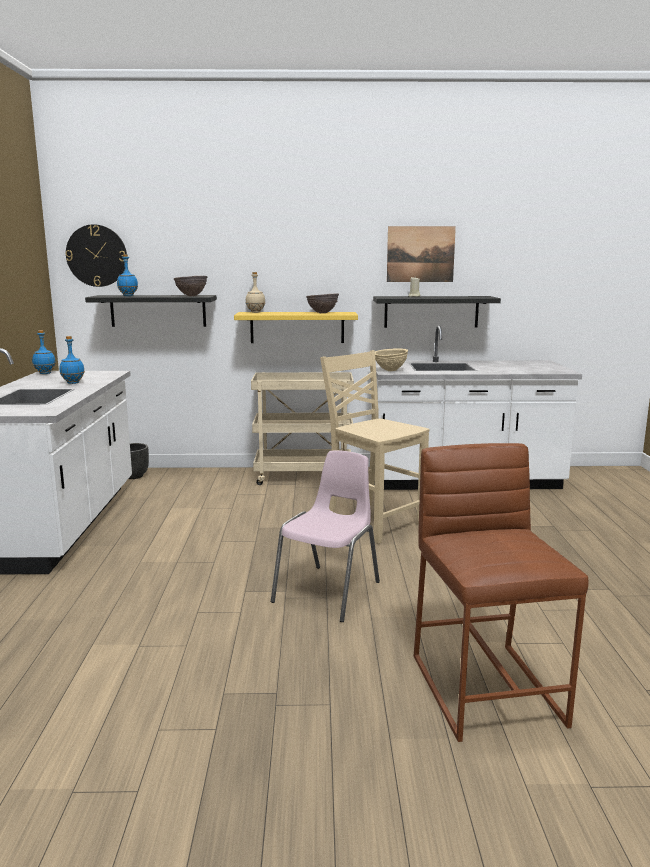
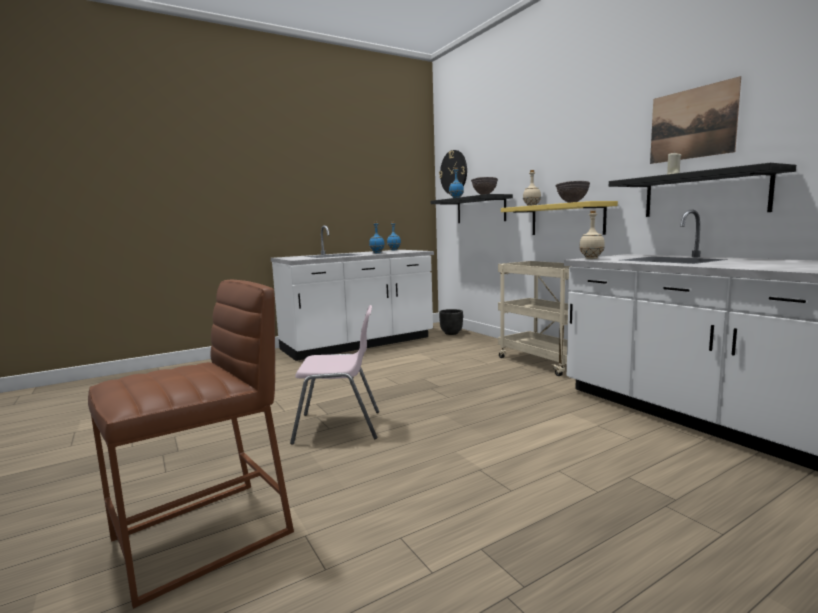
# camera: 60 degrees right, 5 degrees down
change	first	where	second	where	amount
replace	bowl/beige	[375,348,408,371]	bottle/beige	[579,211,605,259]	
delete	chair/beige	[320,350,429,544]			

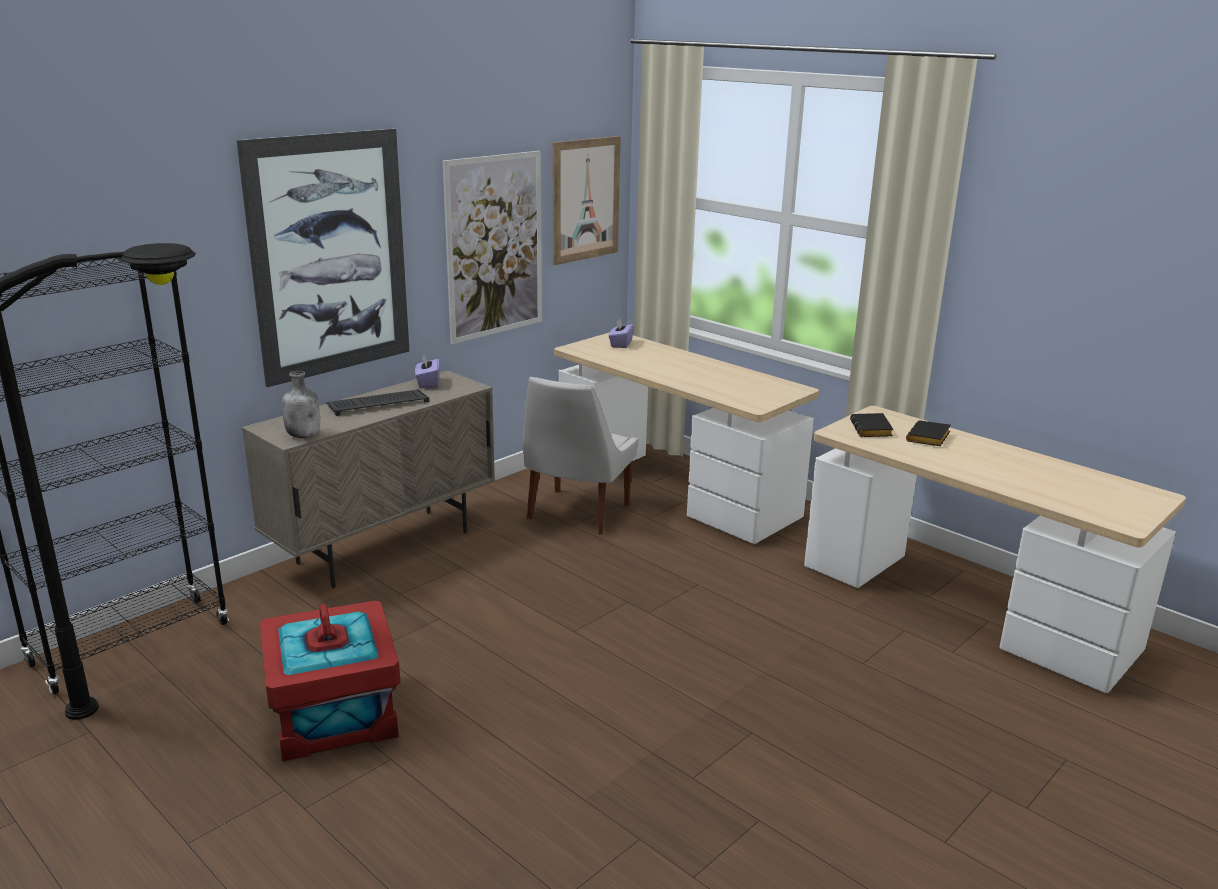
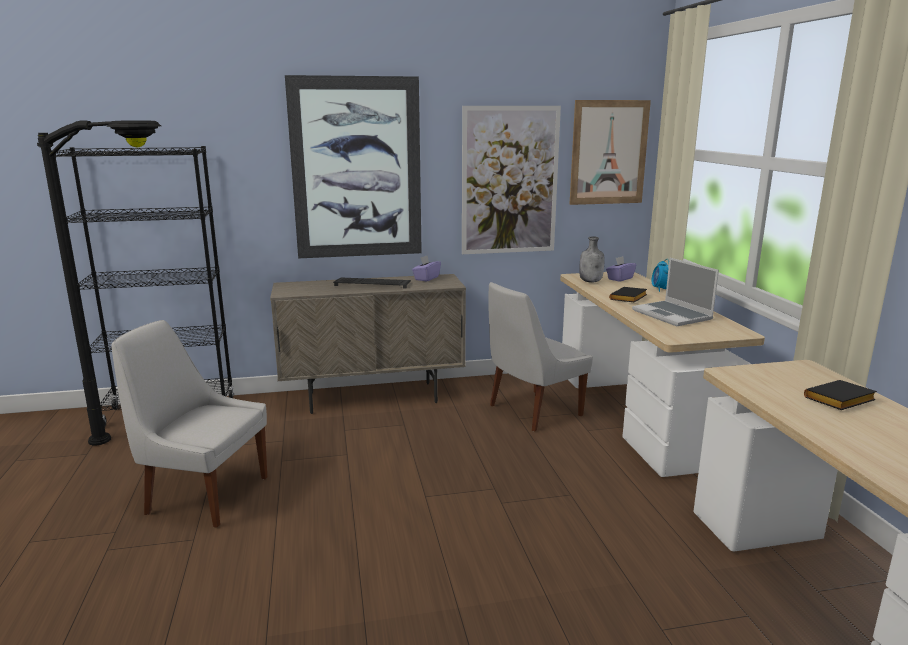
# camera: 35 degrees right, 5 degrees down
change	first	where	second	where	amount
move	bottle/grey	[282,371,320,438]		[579,237,605,283]	
move	book/black	[850,413,893,437]		[609,287,647,303]	
replace	storage box/red	[260,600,400,762]	chair/white	[111,320,267,528]	
insert			laptop	[632,258,719,326]	
insert			alarm clock	[652,259,669,292]	

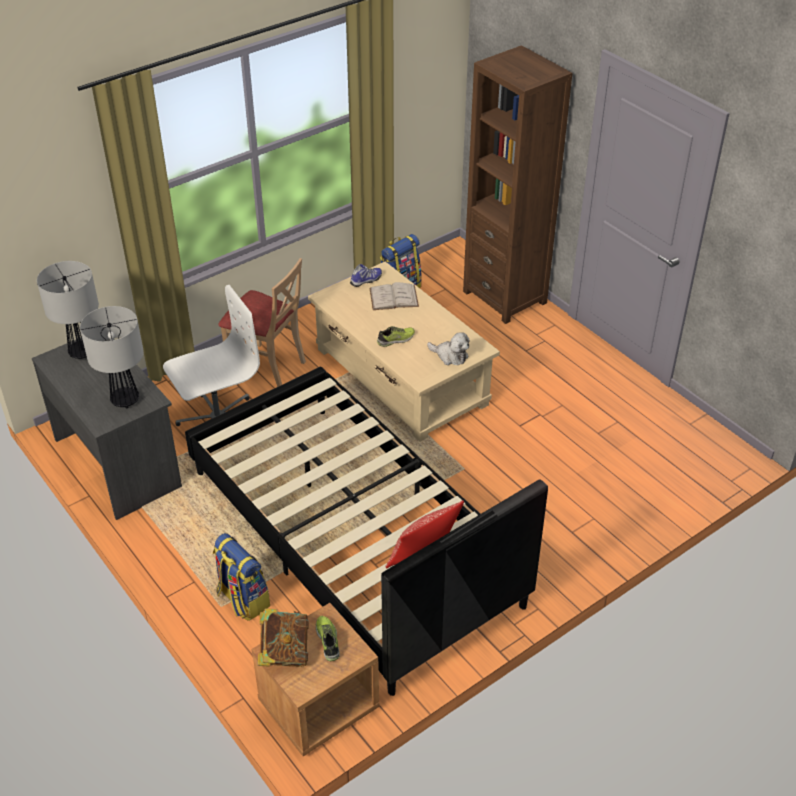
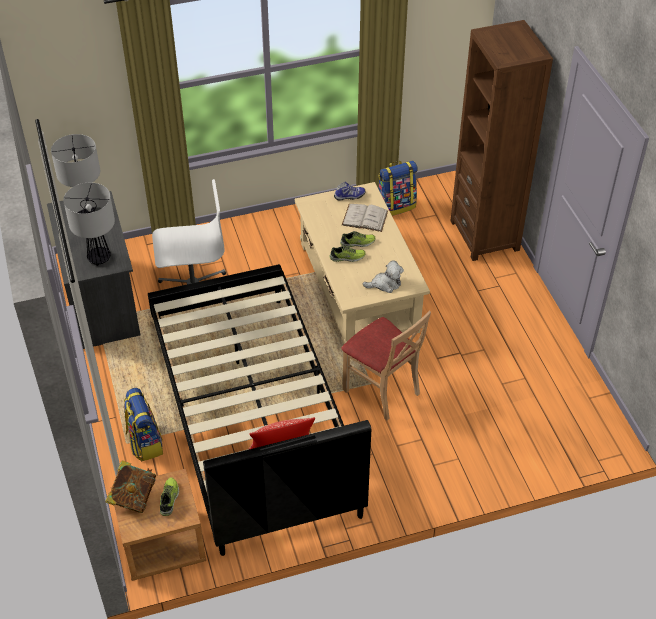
# camera: 20 degrees right, 5 degrees up
change	first	where	second	where	amount
move	chair/beige	[218,258,306,387]		[341,311,431,420]	
rotate	plush toy	[427,332,470,365]		[363,260,404,293]	60 degrees counterclockwise
insert			shoe	[340,231,375,247]	

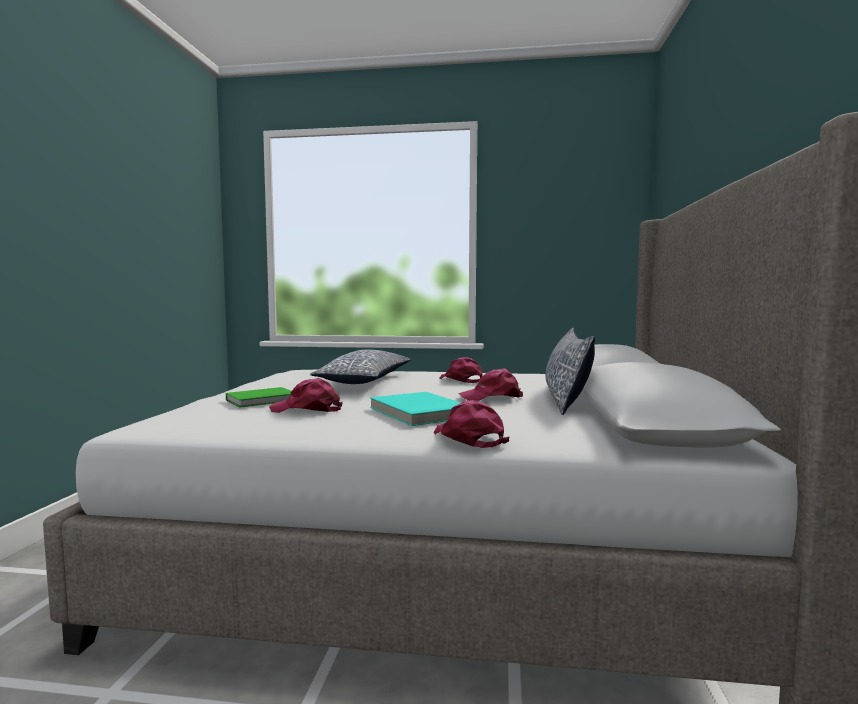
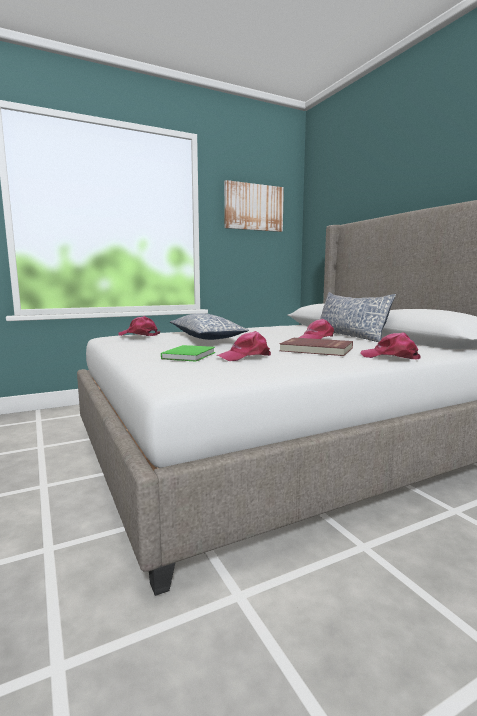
# camera: 35 degrees left, 5 degrees up
change	first	where	second	where	amount
move	cap/pink	[440,357,483,383]		[119,316,160,336]	
recolor	book/turquoise	[370,392,461,426]	book/red	[279,338,353,356]	
insert			picture	[224,180,284,232]	

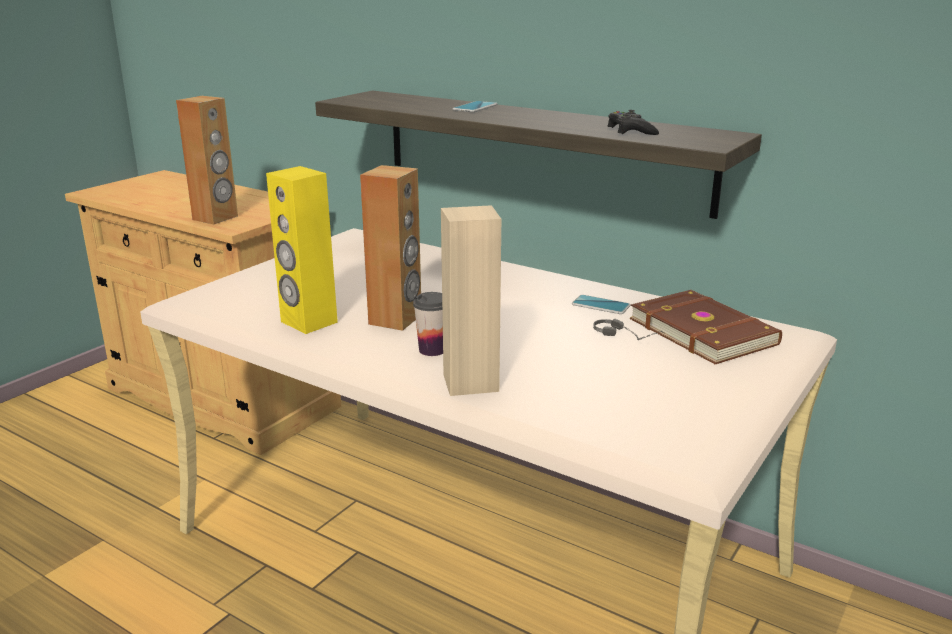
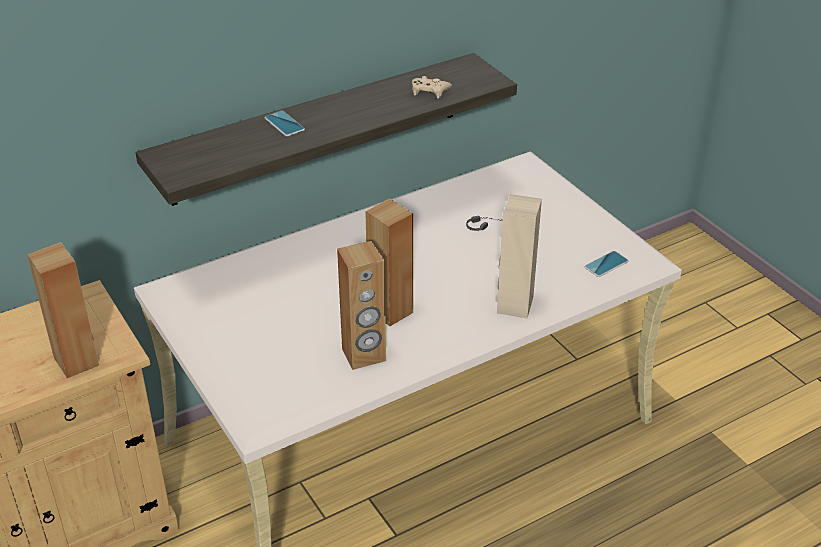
# camera: 65 degrees left, 15 degrees up
change	first	where	second	where	amount
recolor	game controller/black	[608,110,659,135]	game controller/beige	[412,76,452,99]	
recolor	speaker/yellow	[266,166,338,334]	speaker/brown	[337,241,386,370]	
delete	book/brown	[629,290,782,364]			
delete	cup	[413,292,443,356]			
move	phone	[572,295,630,314]		[584,251,629,277]	

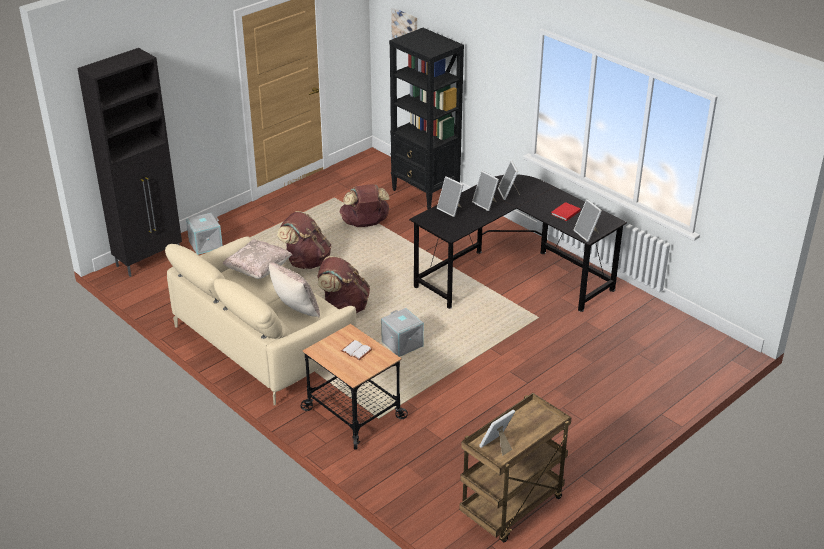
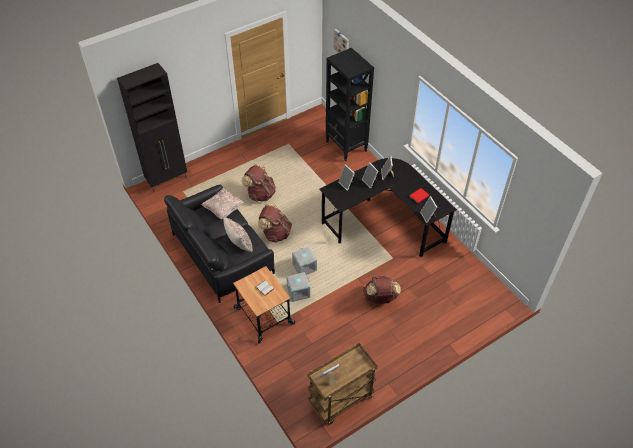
# camera: 10 degrees right, 15 degrees up
change	first	where	second	where	amount
move	backpack/brown	[340,184,390,227]		[363,276,401,304]	
move	storage box/grey	[186,213,223,255]		[286,272,310,302]	
recolor	sofa/beige	[165,236,356,405]	sofa/black	[164,185,275,303]	

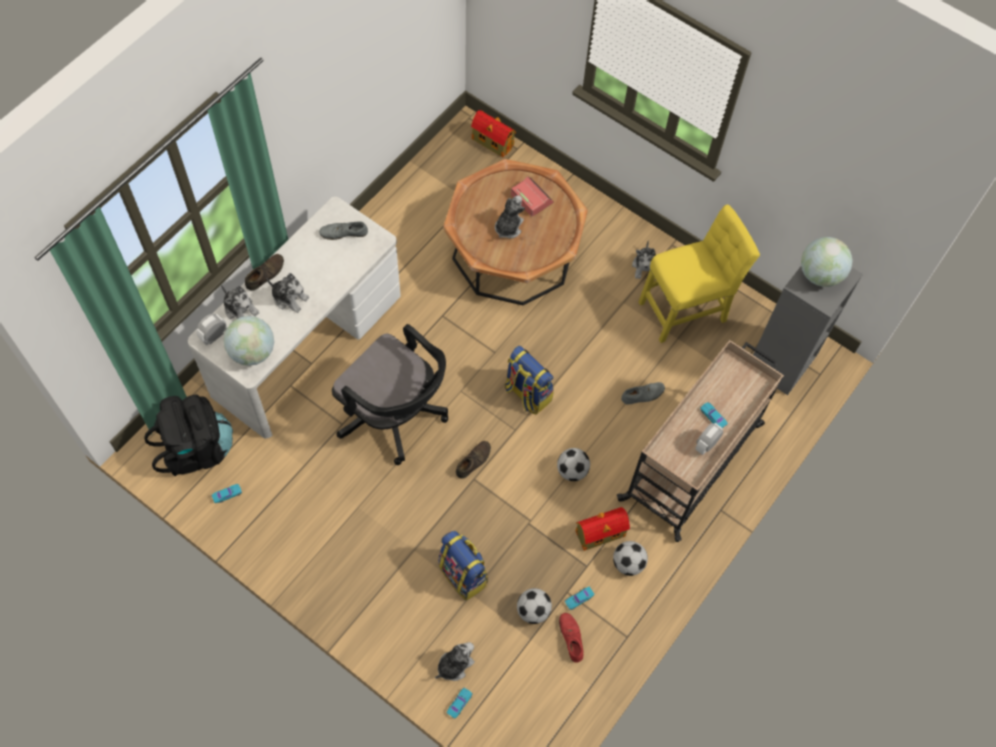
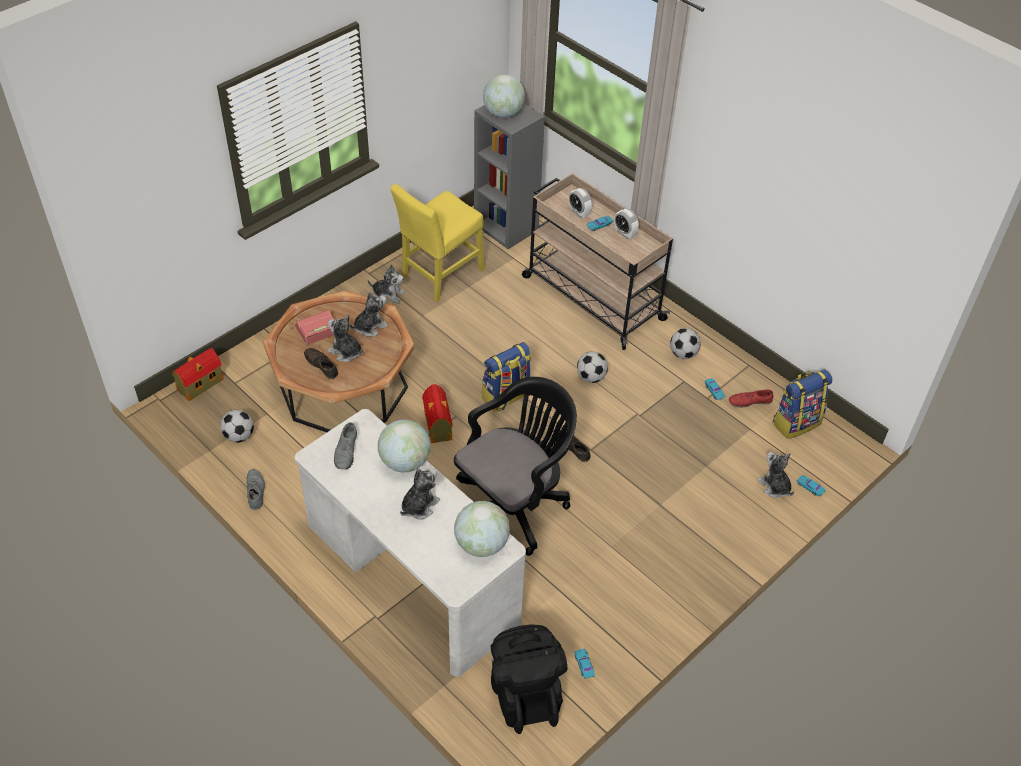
# camera: 80 degrees left, 15 degrees down
change	first	where	second	where	amount
rotate	chair/yellow	[638,205,760,343]		[391,184,484,302]	120 degrees counterclockwise
move	shoe/brown	[245,254,284,291]		[304,348,338,379]	
move	plush toy	[221,285,259,319]		[350,292,388,337]	
move	alarm clock	[196,314,227,345]		[569,188,592,218]	
move	shoe/grey	[621,382,665,404]		[246,469,265,510]	
move	toy house	[575,507,630,551]		[422,384,453,443]	
move	backpack	[438,531,488,601]		[773,369,832,439]	
move	football	[517,588,552,624]		[220,410,254,443]	
insert			globe	[378,420,430,472]	

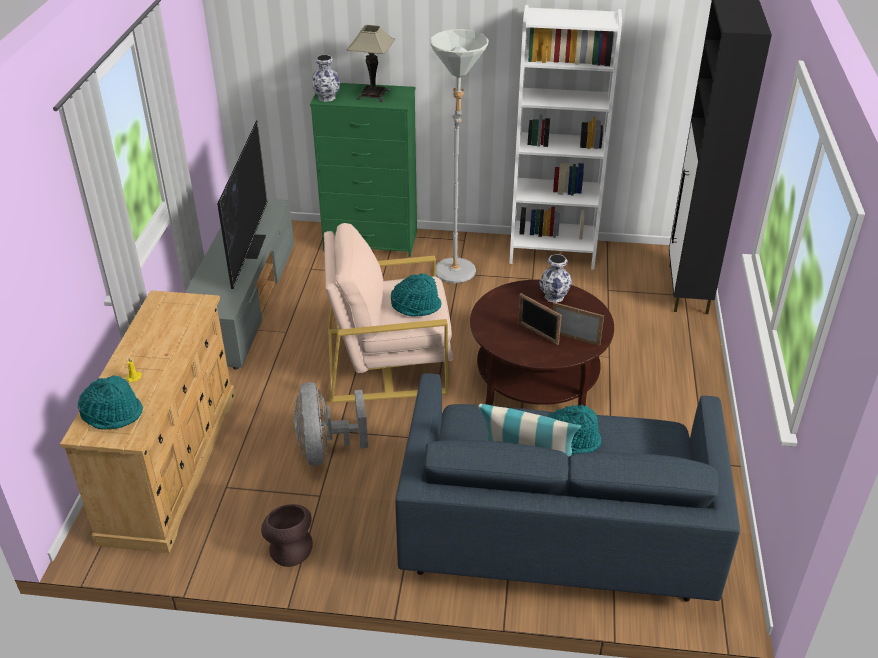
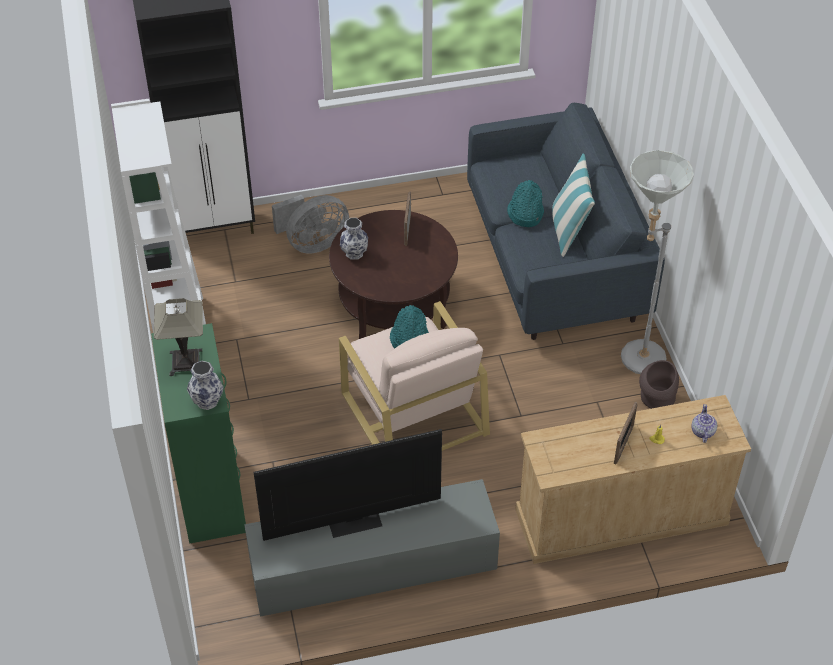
# camera: 110 degrees left, 10 degrees up
change	first	where	second	where	amount
move	floor lamp/grey	[430,29,489,283]		[621,150,694,374]	
move	picture frame	[518,293,562,345]		[614,402,637,464]	
replace	hat/turquoise	[78,375,143,430]	teapot	[691,404,717,443]	
move	fan/grey	[294,382,368,466]		[272,195,349,254]	

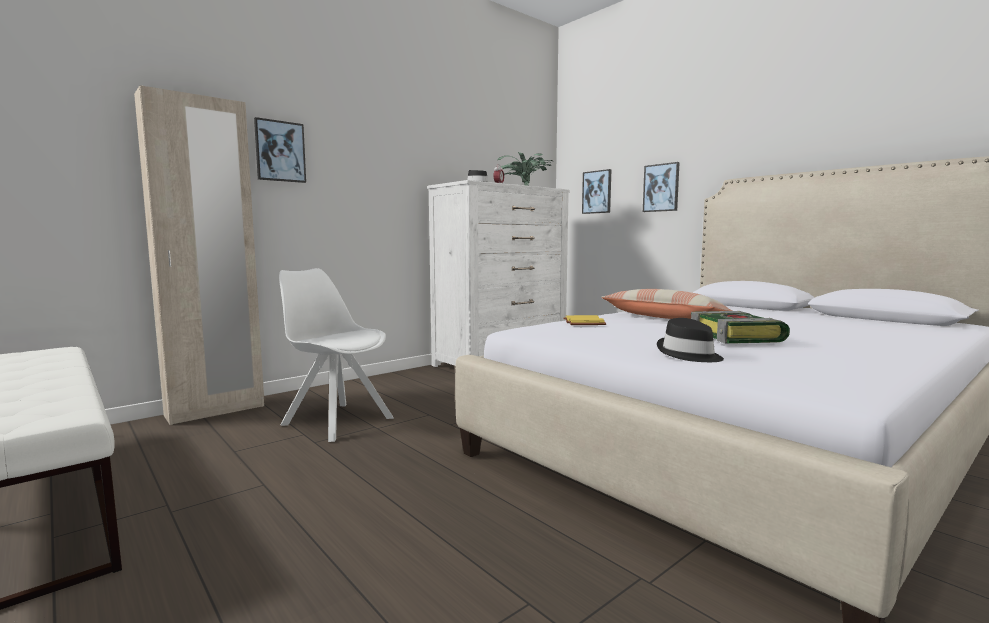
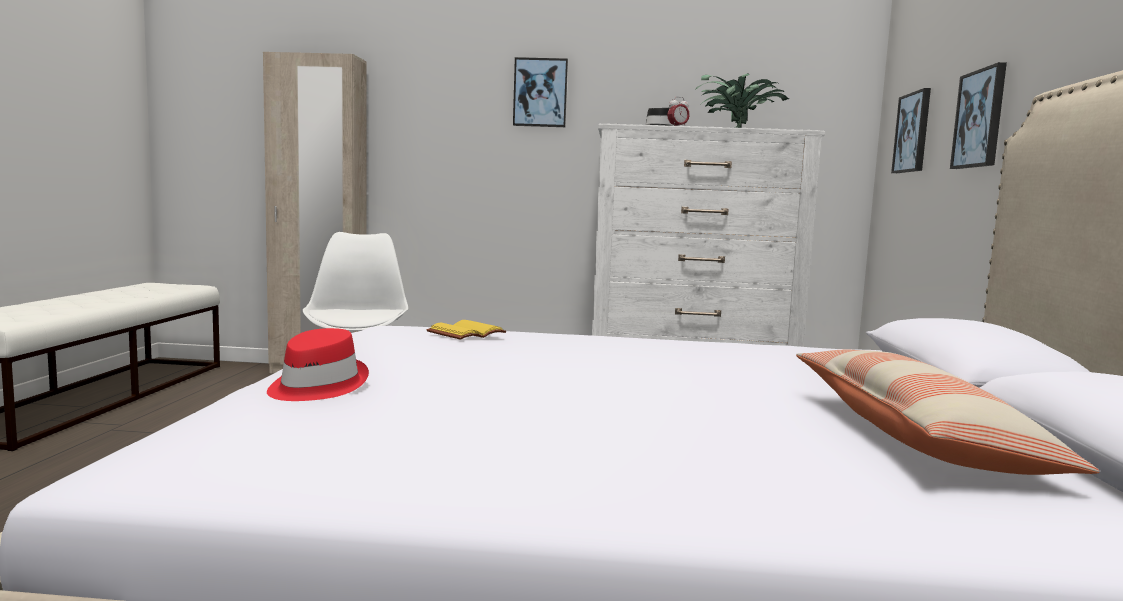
# camera: 45 degrees right, 0 degrees up
change	first	where	second	where	amount
move	picture	[254,117,306,183]		[513,57,568,127]	
move	pillow	[601,289,732,319]		[796,350,1100,475]	
delete	book	[691,311,790,344]			
recolor	hat/black	[657,318,724,362]	hat/red	[267,328,369,401]	

